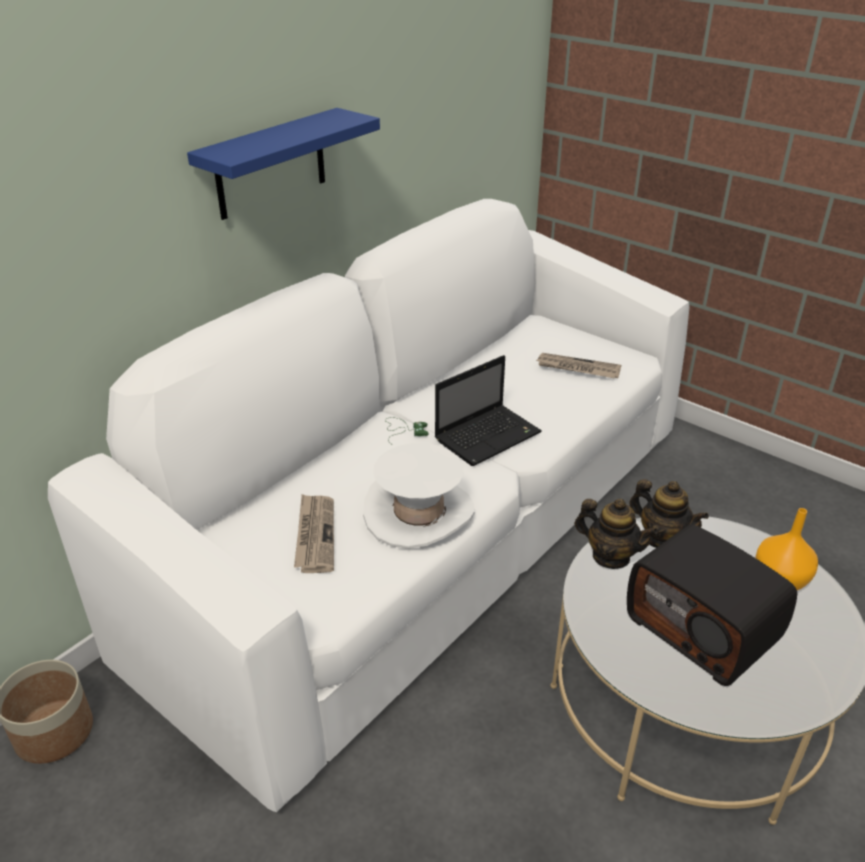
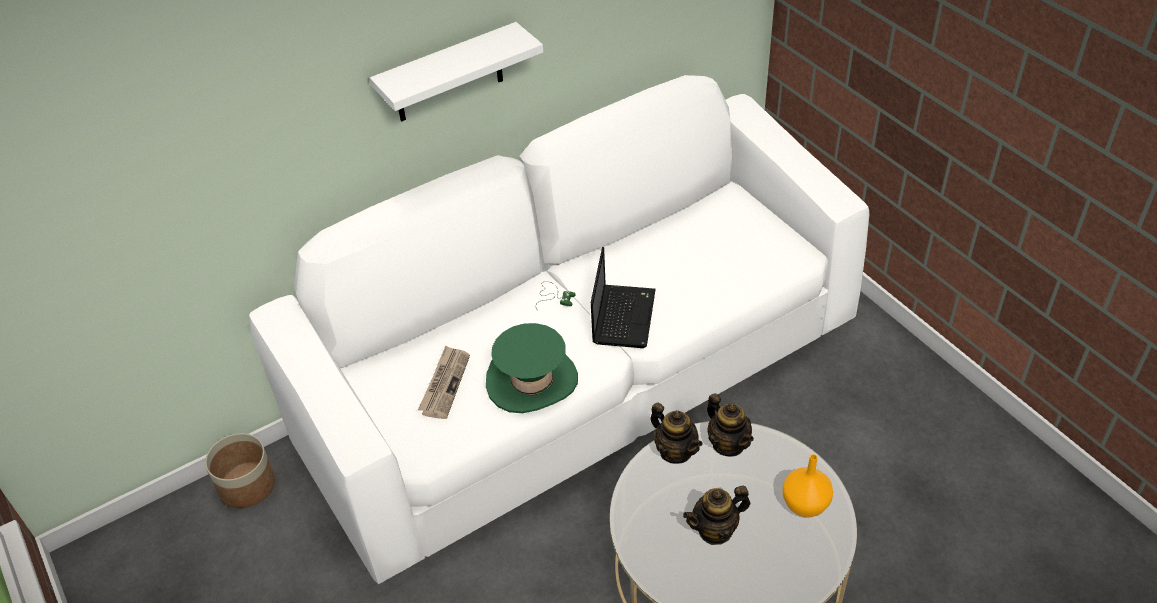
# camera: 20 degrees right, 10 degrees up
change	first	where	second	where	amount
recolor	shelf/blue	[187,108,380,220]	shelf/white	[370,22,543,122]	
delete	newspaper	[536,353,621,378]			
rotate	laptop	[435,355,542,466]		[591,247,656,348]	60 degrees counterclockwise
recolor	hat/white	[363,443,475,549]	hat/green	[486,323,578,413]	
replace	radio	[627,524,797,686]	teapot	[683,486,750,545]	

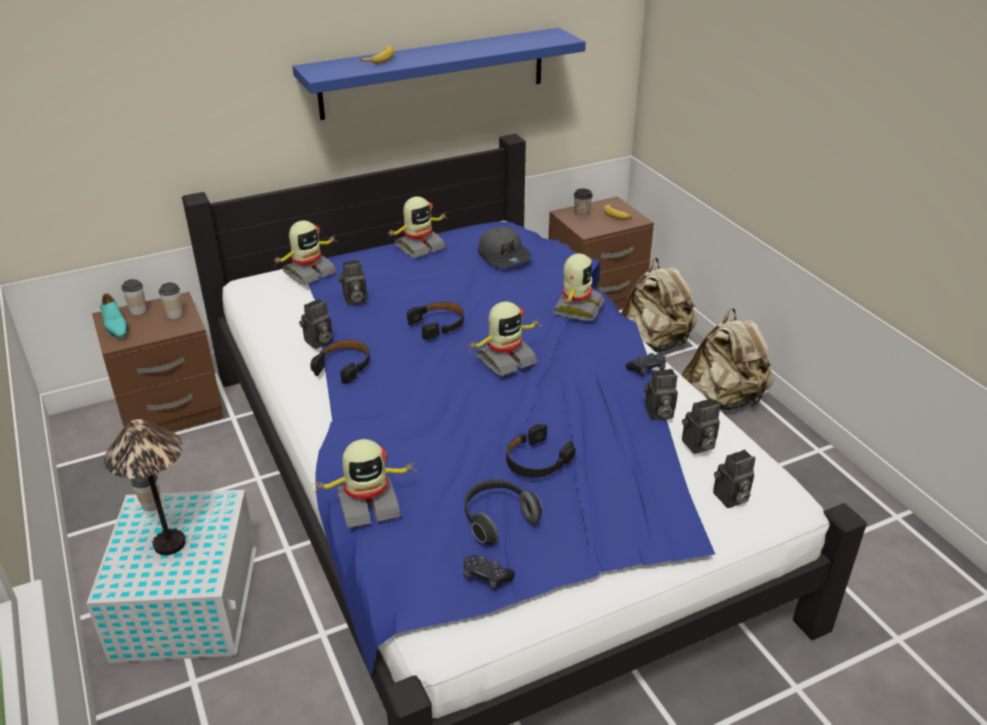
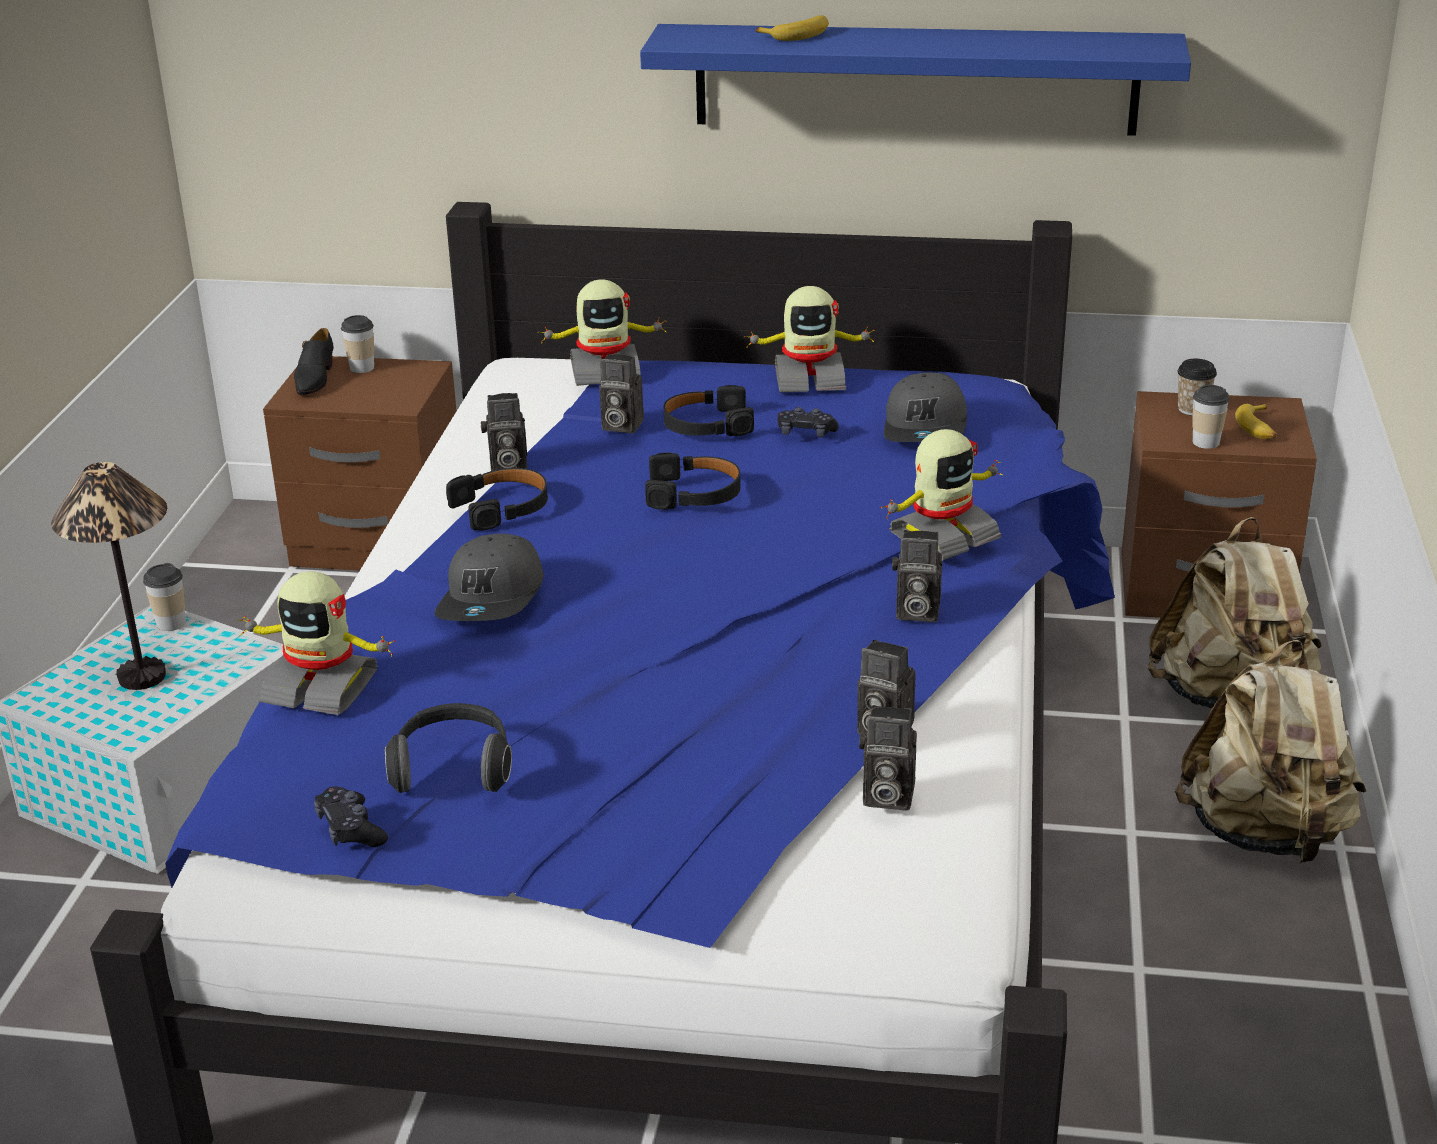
# camera: 35 degrees right, 5 degrees down
change	first	where	second	where	amount
move	cup	[159,282,183,319]		[1192,385,1230,449]	
recolor	shoe/turquoise	[99,293,128,339]	shoe/black	[294,328,333,395]	
delete	toy robot	[466,301,541,377]			
move	game controller/black	[626,353,666,375]		[777,407,838,437]	
move	headphones/black	[506,424,576,478]		[664,385,754,436]	
move	photo camera	[713,449,755,508]		[892,530,943,622]	
insert			cap/grey	[434,533,544,621]	

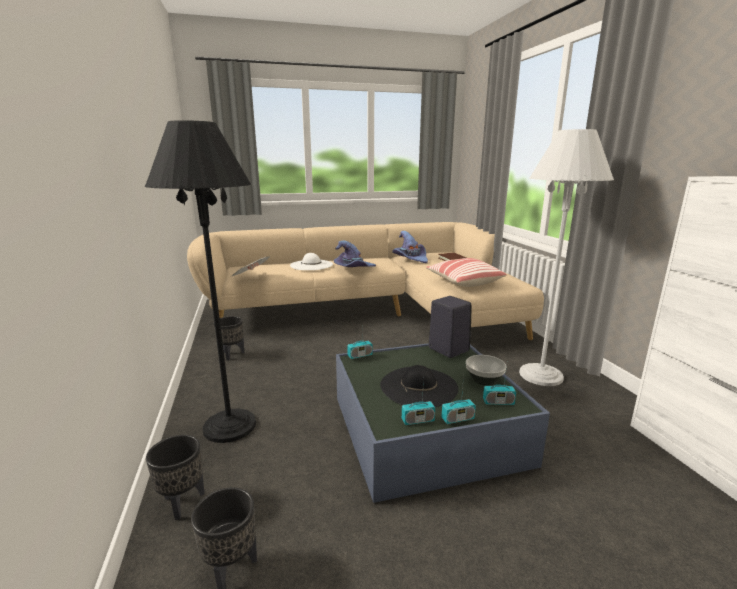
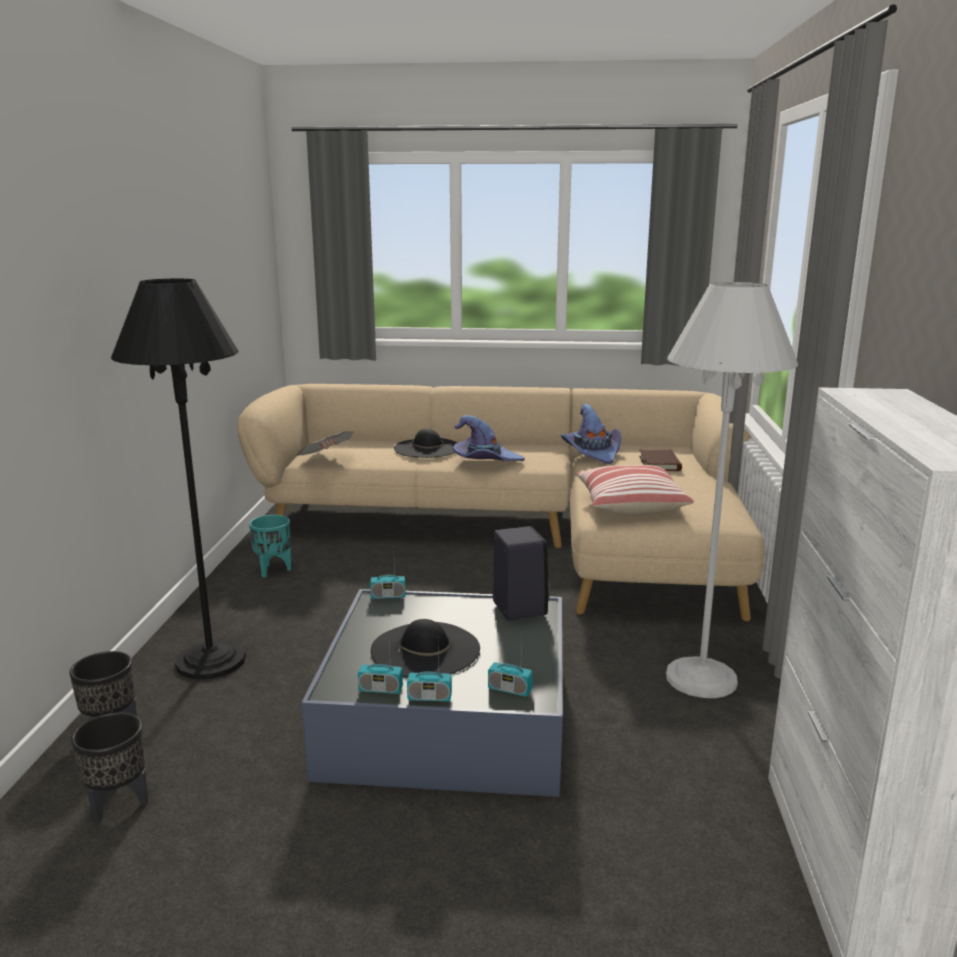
# camera: 20 degrees right, 0 degrees up
change	first	where	second	where	amount
recolor	hat/white	[290,253,333,270]	hat/black	[394,429,457,458]	
recolor	planter/black	[214,316,244,360]	planter/turquoise	[249,515,291,578]	
delete	bowl	[466,355,506,386]			

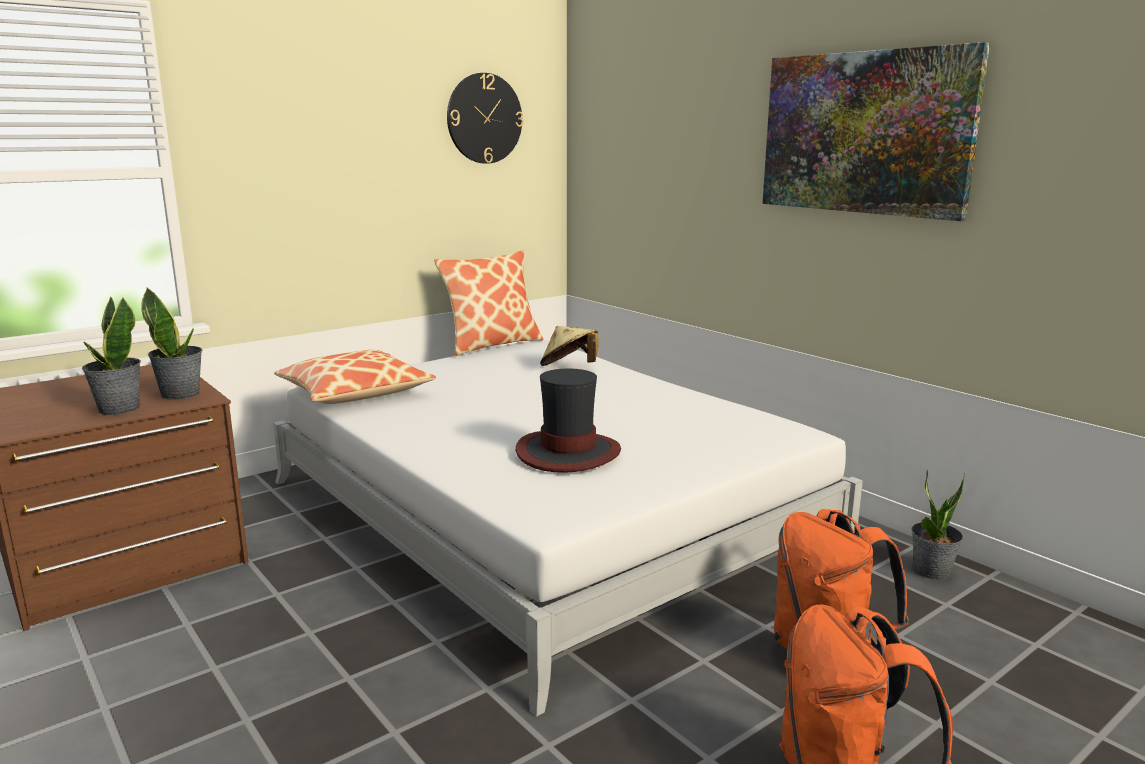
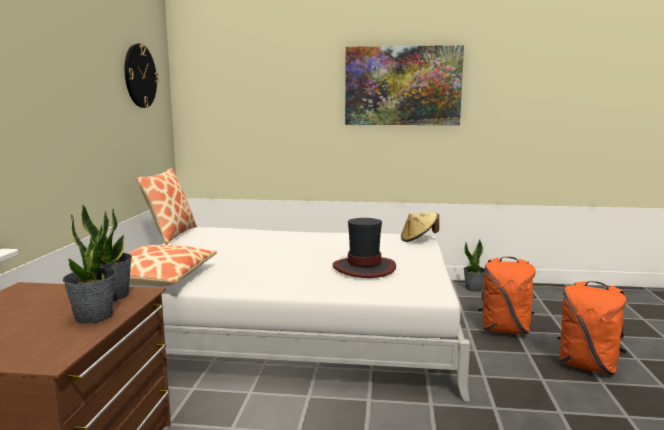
# camera: 45 degrees left, 5 degrees down
change	first	where	second	where	amount
move	hat/beige	[540,326,598,366]		[401,212,439,242]	

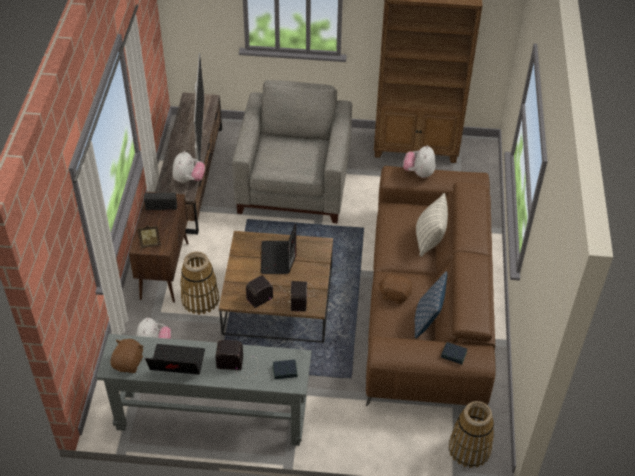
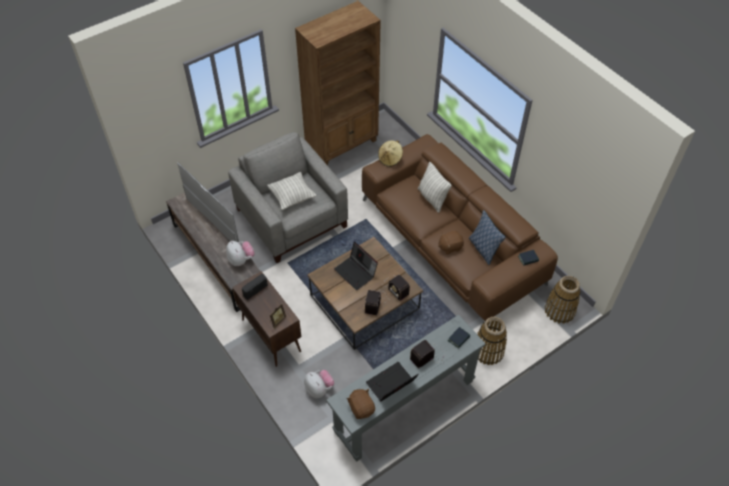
# camera: 40 degrees left, 5 degrees up
change	first	where	second	where	amount
replace	plush toy	[403,145,435,178]	hat/beige	[378,140,403,167]	
move	basket	[180,251,219,315]		[477,317,507,365]	
insert			pillow	[267,172,317,210]	

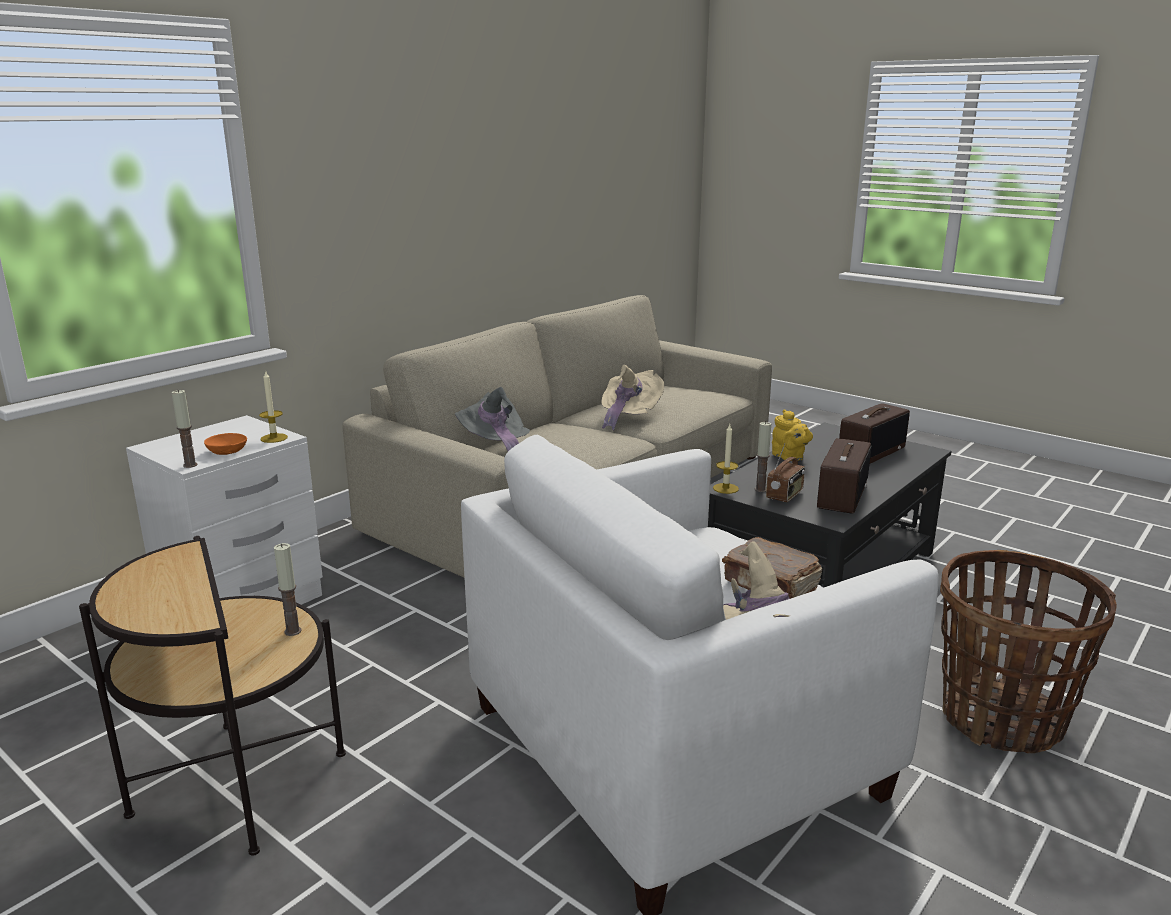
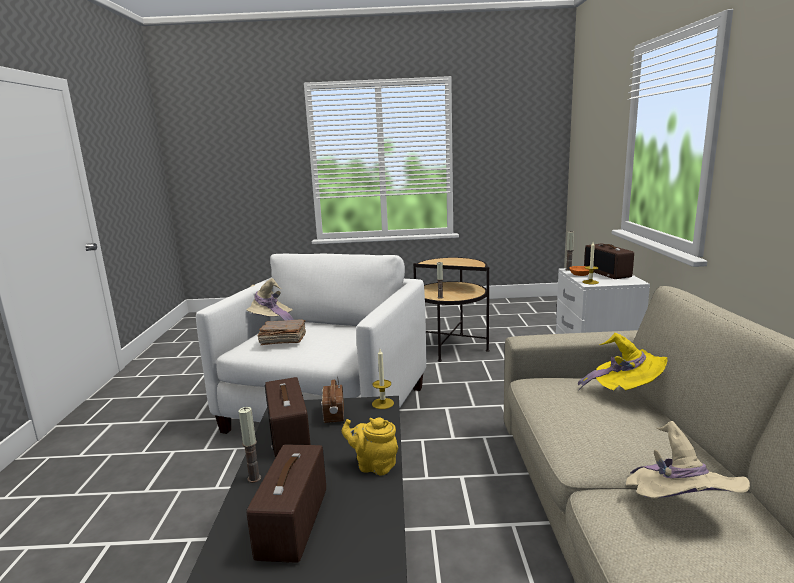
# camera: 140 degrees right, 5 degrees down
change	first	where	second	where	amount
recolor	hat/grey	[455,387,530,451]	hat/yellow	[578,333,668,391]	
move	candle	[755,421,771,492]		[238,407,261,483]	
delete	basket	[940,550,1117,753]			
insert			radio	[584,244,634,279]	

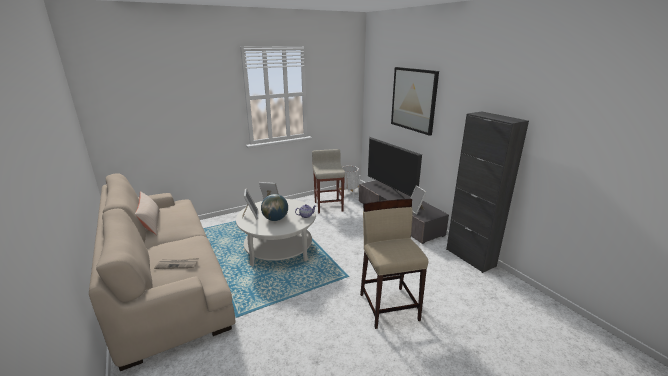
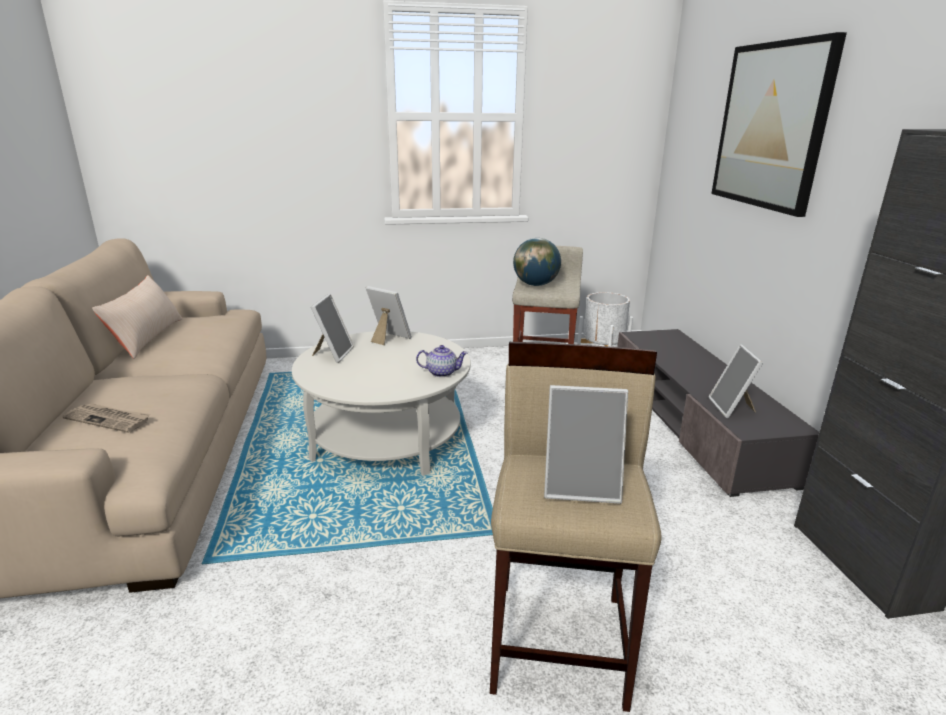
# camera: 20 degrees right, 0 degrees up
change	first	where	second	where	amount
delete	television	[368,137,422,199]			
move	globe	[261,194,288,221]		[513,238,561,286]	
insert			picture frame	[544,385,628,504]	

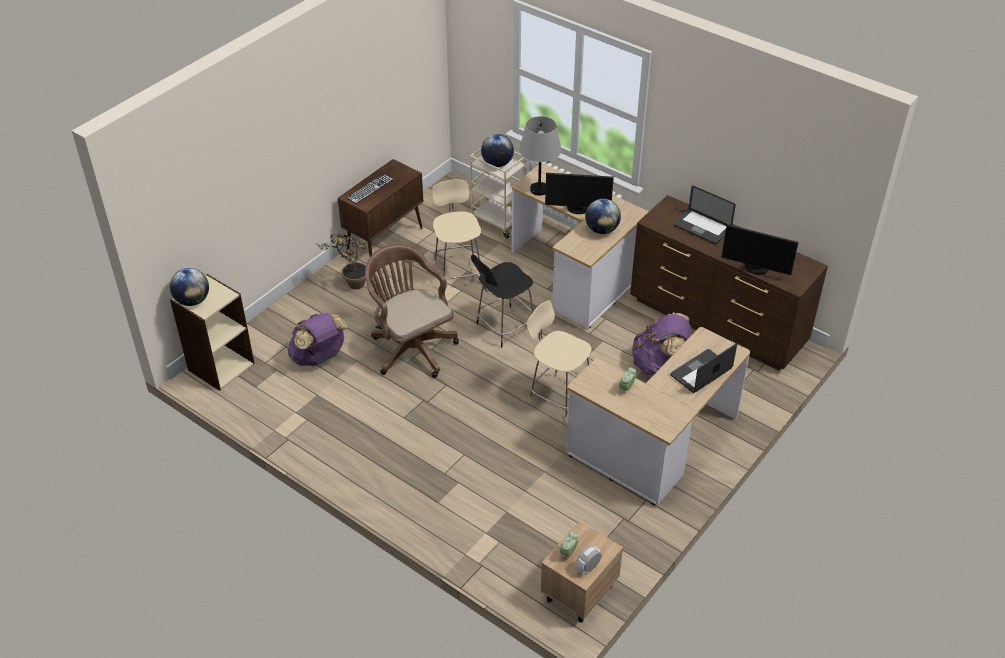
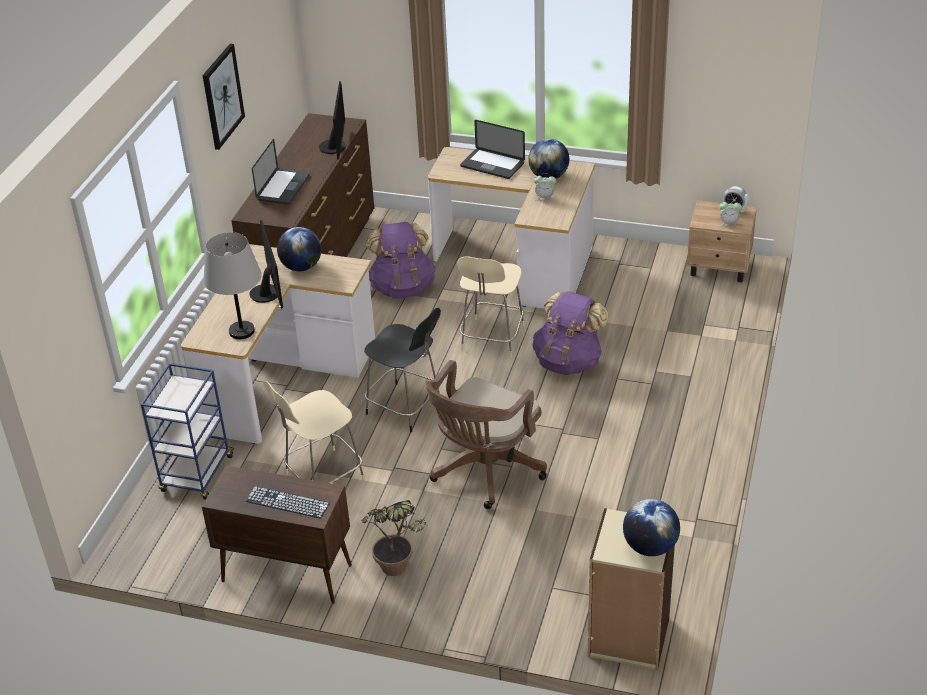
# camera: 110 degrees left, 5 degrees down
change	first	where	second	where	amount
move	globe	[481,134,514,167]		[528,139,569,179]	
recolor	cart/beige	[470,148,525,238]	cart/blue	[141,363,234,500]	
move	backpack/purple	[287,313,348,366]		[533,291,608,375]	
insert			picture	[203,43,245,150]	

